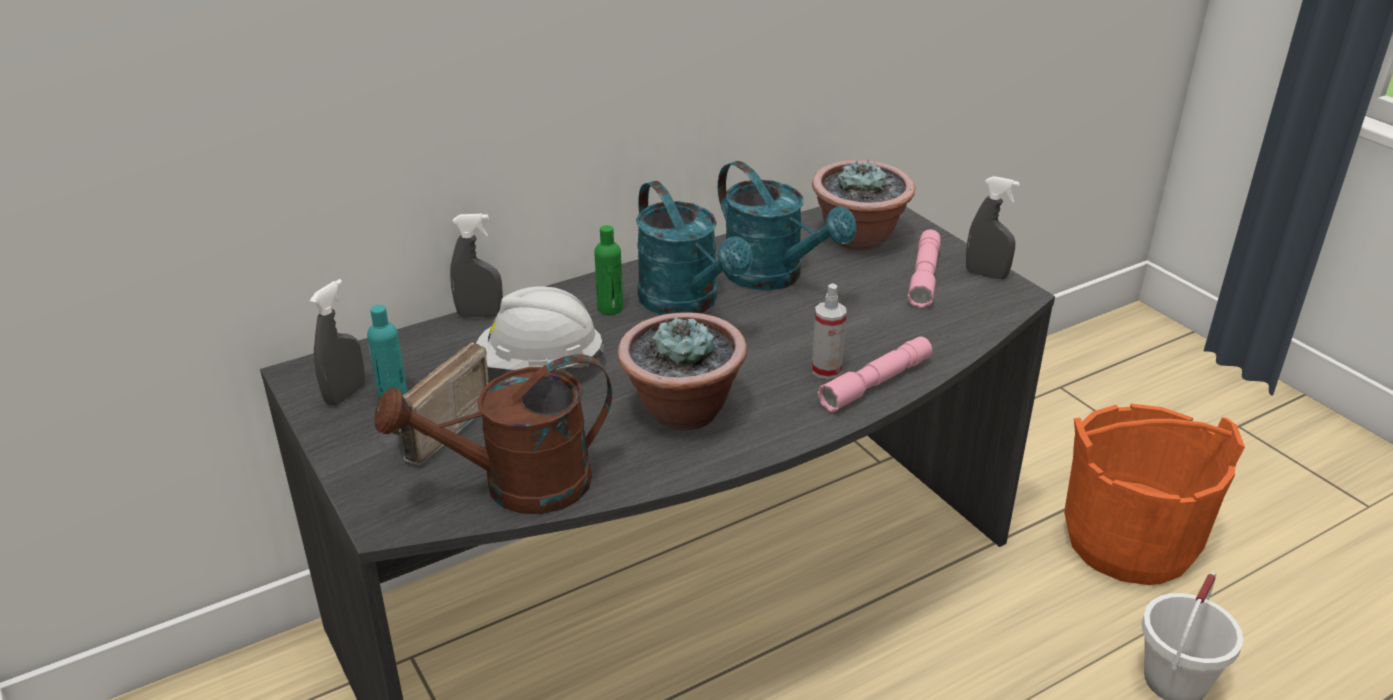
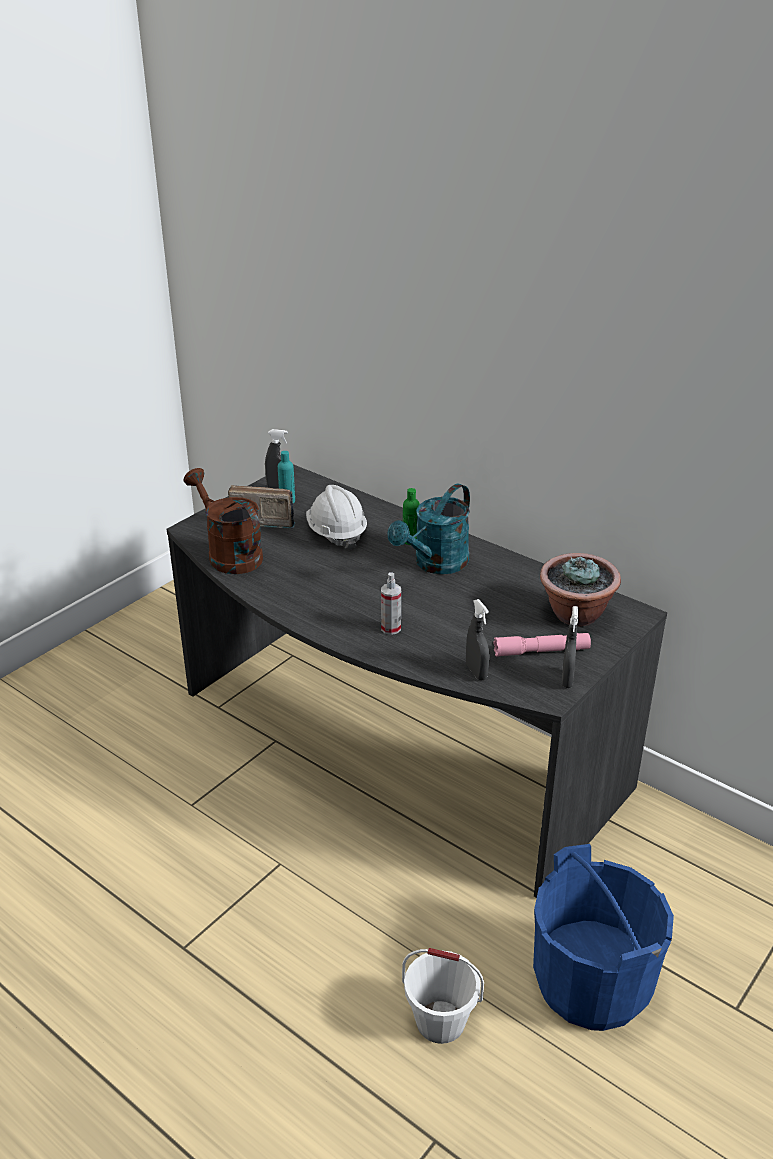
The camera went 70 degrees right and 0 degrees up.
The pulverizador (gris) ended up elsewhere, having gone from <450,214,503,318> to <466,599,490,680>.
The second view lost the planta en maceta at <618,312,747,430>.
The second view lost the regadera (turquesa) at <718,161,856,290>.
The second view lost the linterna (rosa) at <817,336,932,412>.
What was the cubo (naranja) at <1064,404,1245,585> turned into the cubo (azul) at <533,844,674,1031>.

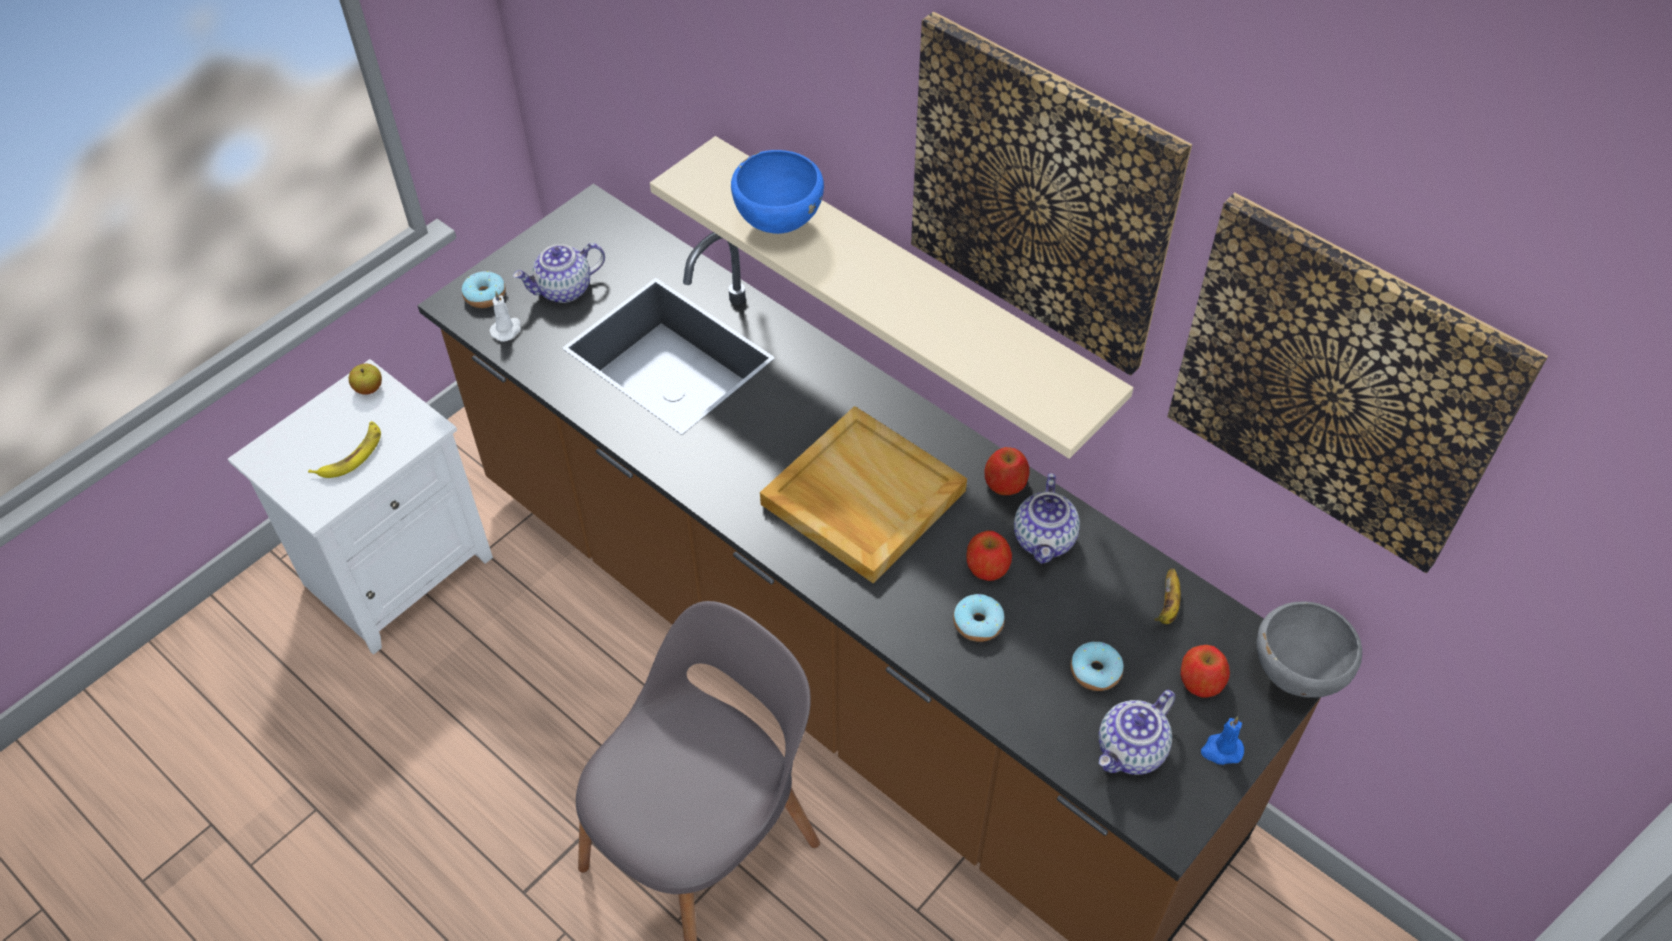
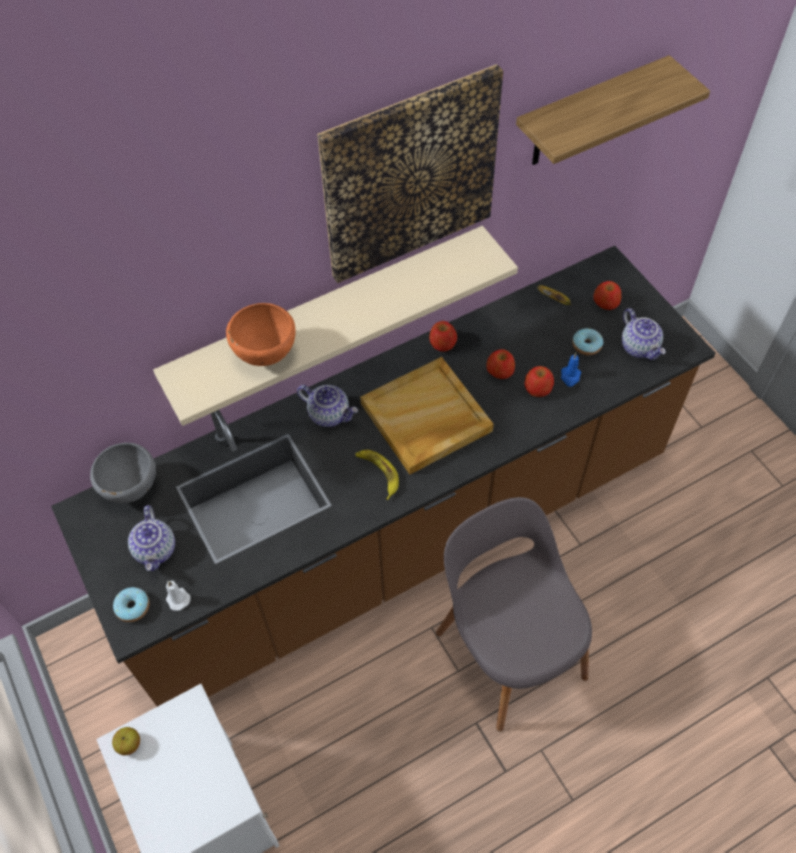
The camera went 70 degrees left and 5 degrees up.
The plátano ended up elsewhere, having gone from <308,421,381,478> to <355,450,399,500>.
What was the cuenco (azul) at <731,150,824,234> turned into the cuenco (naranja) at <226,303,295,366>.
Where the rosquilla stood at <953,594,1005,642>, the manzana came to stand at <524,366,554,397>.
The tetera ended up elsewhere, having gone from <1014,474,1080,564> to <297,385,358,427>.
Where the cuadro hung at <1167,193,1548,573>, the estante came to hang at <516,55,710,165>.
The vela (azul) ended up elsewhere, having gone from <1201,716,1244,765> to <561,353,581,387>.
The cuenco (gris) ended up elsewhere, having gone from <1256,601,1362,698> to <90,443,156,503>.

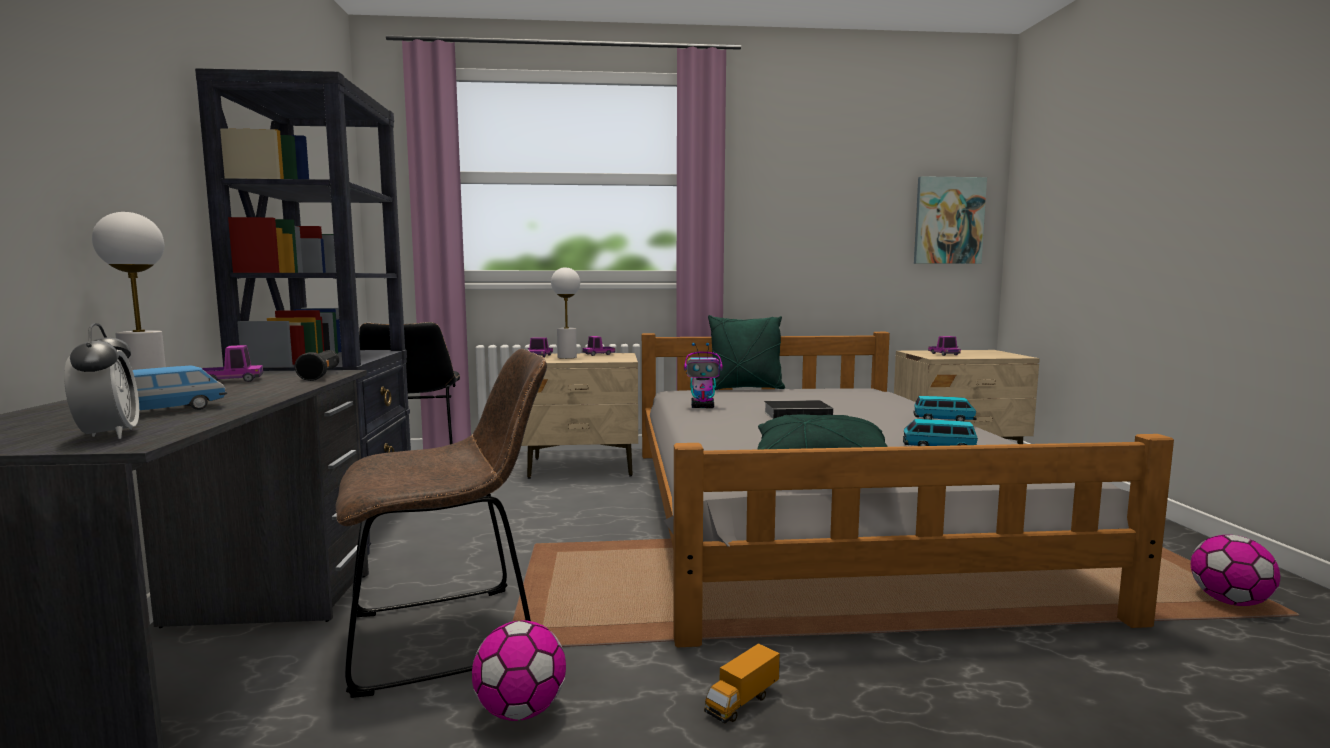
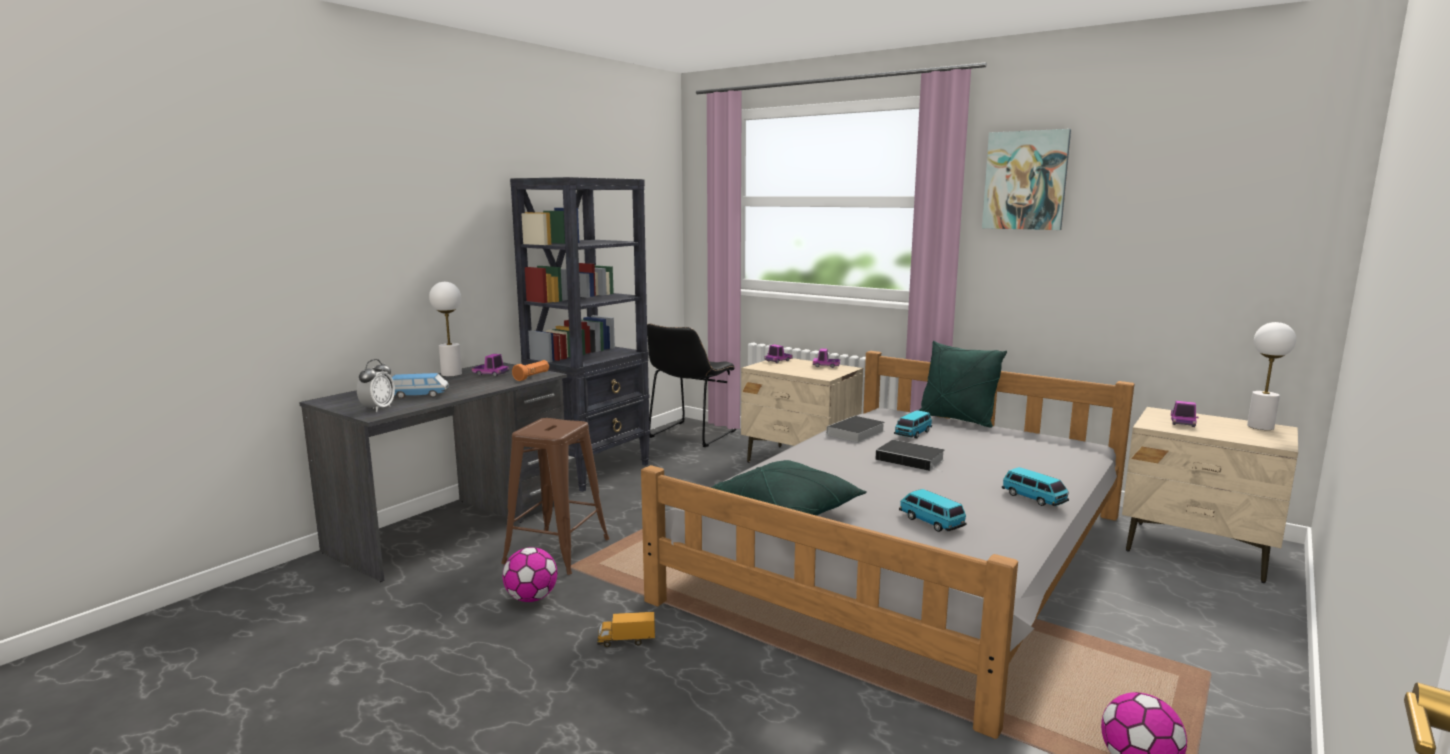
The camera went 40 degrees right and 5 degrees up.
What was the linterna (negro) at <295,350,339,381> turned into the linterna (naranja) at <512,360,549,381>.
Where the silla (marrón) stood at <336,349,547,698>, the taburete (marrón) came to stand at <502,418,610,575>.
The lámpara de mesa (blanco) ended up elsewhere, having gone from <551,267,580,359> to <1247,322,1296,430>.
Where the robot de juguete stood at <684,343,723,408>, the libro came to stand at <823,416,885,443>.
The cuadro ended up elsewhere, having gone from <914,176,987,264> to <982,129,1071,230>.
The second view gained the coche de juguete at <894,410,932,438>.

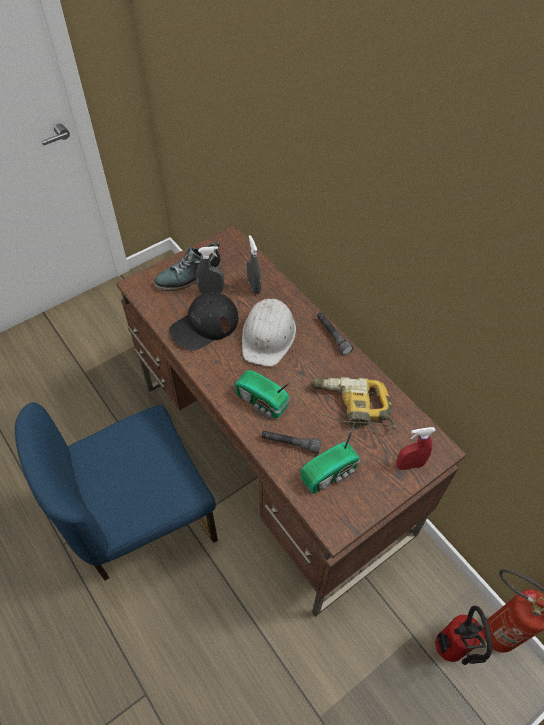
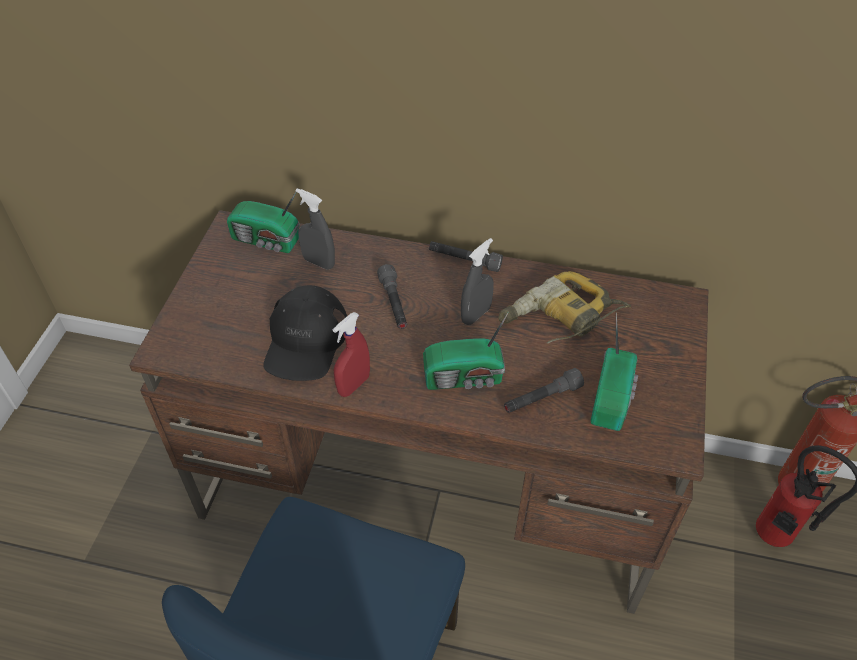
The camera went 40 degrees left and 5 degrees down.
The second view lost the zapato at <154,241,221,291>.
The pulverizador (gris) ended up elsewhere, having gone from <196,246,224,294> to <461,238,494,325>.
Where the casco (blanco) stood at <242,298,296,367>, the linterna (gris) came to stand at <377,264,407,329>.
The pulverizador (rojo) ended up elsewhere, having gone from <396,427,436,470> to <332,312,370,397>.
The second view gained the radio at <227,192,300,253>.

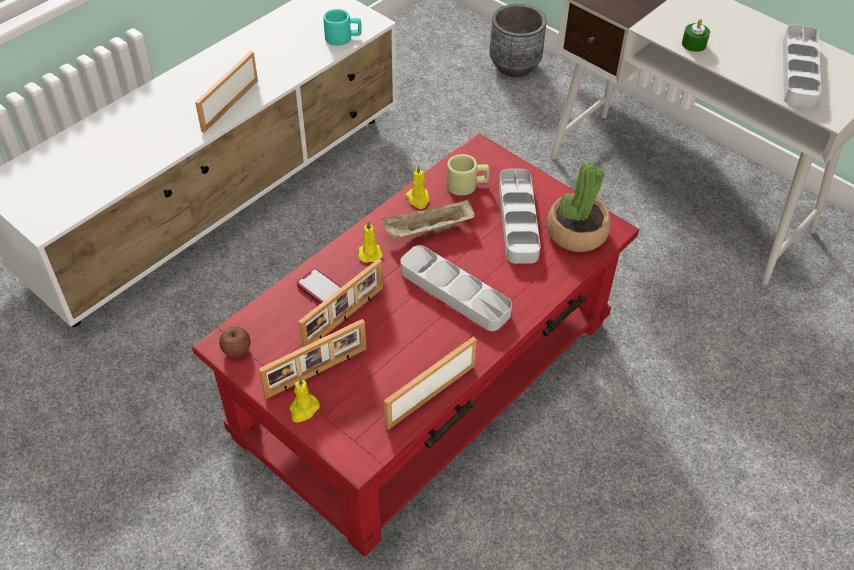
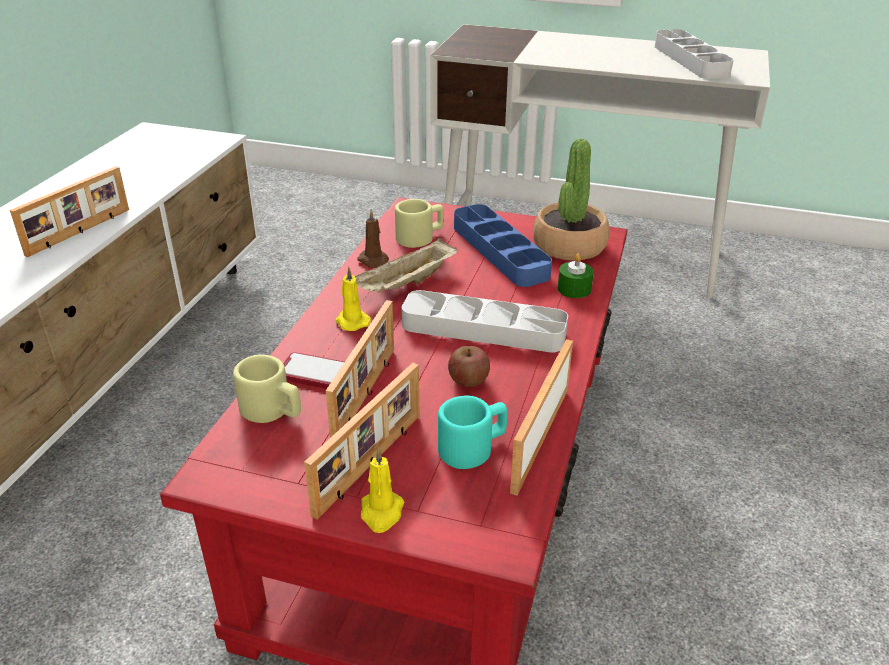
The camera went 25 degrees left and 15 degrees down.
The portarretratos at <195,51,258,133> ended up facing another way, 150 degrees counterclockwise from before.
The manzana ended up elsewhere, having gone from <219,327,250,357> to <448,346,490,387>.
The taza grande (turquesa) ended up elsewhere, having gone from <323,9,362,46> to <438,396,508,469>.
What was the vela (amarillo) at <406,165,430,209> turned into the vela (marrón) at <357,209,389,268>.
The second view lost the maceta (gris) at <489,4,547,77>.
What was the bandeja (gris) at <499,169,541,264> turned into the bandeja (azul) at <454,204,552,287>.
The vela (verde) ended up elsewhere, having gone from <682,19,710,52> to <558,254,594,298>.
The second view gained the taza grande (beis) at <233,355,301,423>.

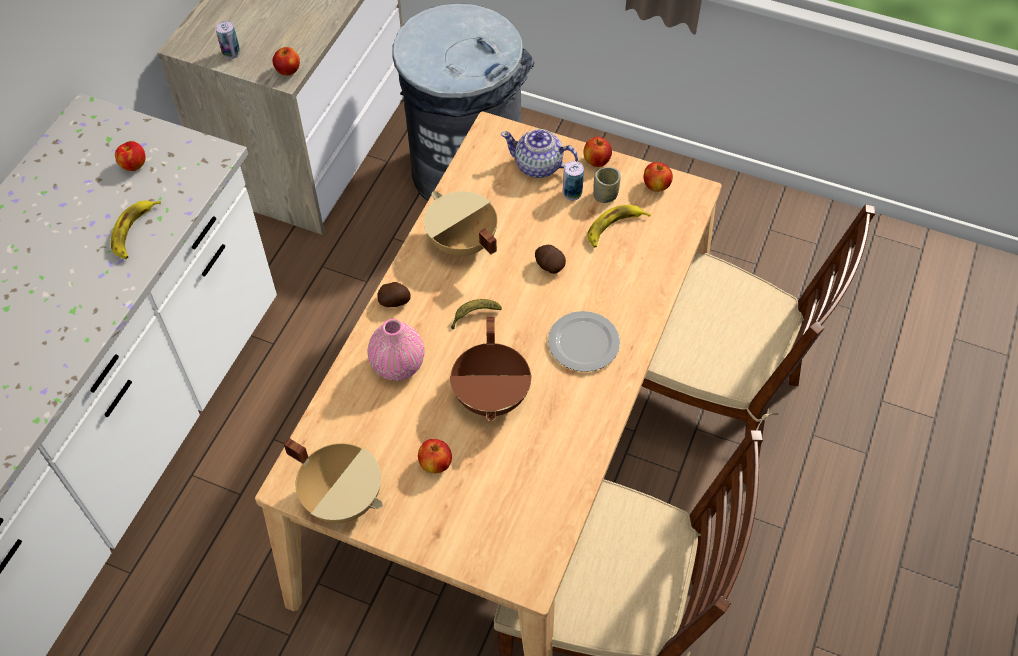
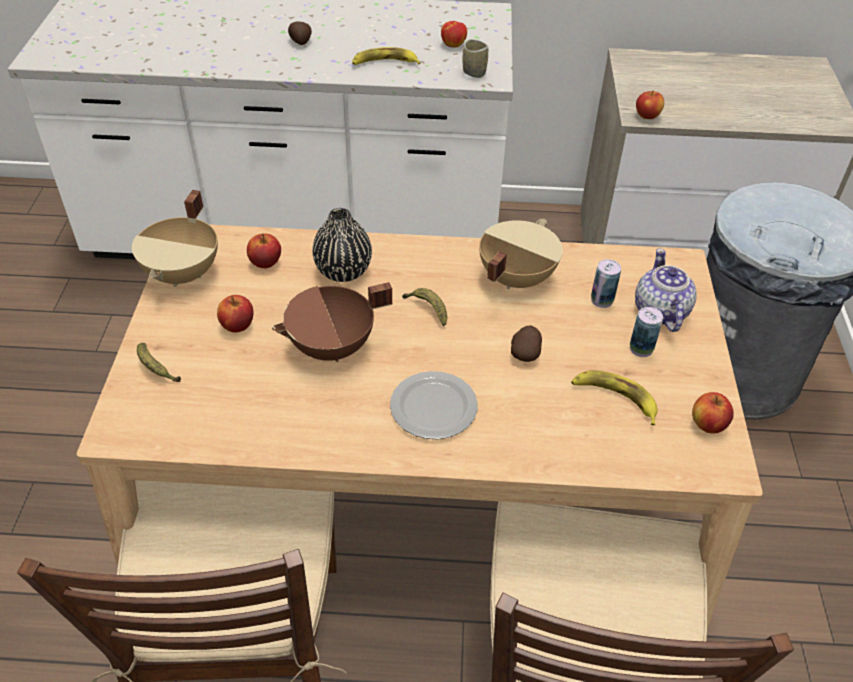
The camera went 70 degrees right and 10 degrees down.
The lata ended up elsewhere, having gone from <216,21,240,59> to <591,259,621,308>.
What was the florero (rosa) at <368,319,424,381> turned into the florero (negro) at <312,208,372,282>.
The patata ended up elsewhere, having gone from <377,282,411,307> to <288,22,312,45>.
The manzana ended up elsewhere, having gone from <583,137,612,167> to <247,234,281,268>.
The taza ended up elsewhere, having gone from <594,167,621,203> to <462,39,488,78>.
The second view gained the plátano at <137,343,181,382>.

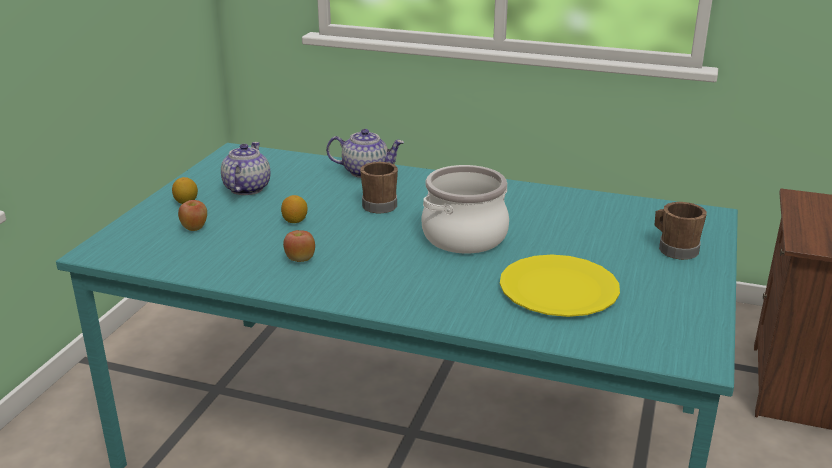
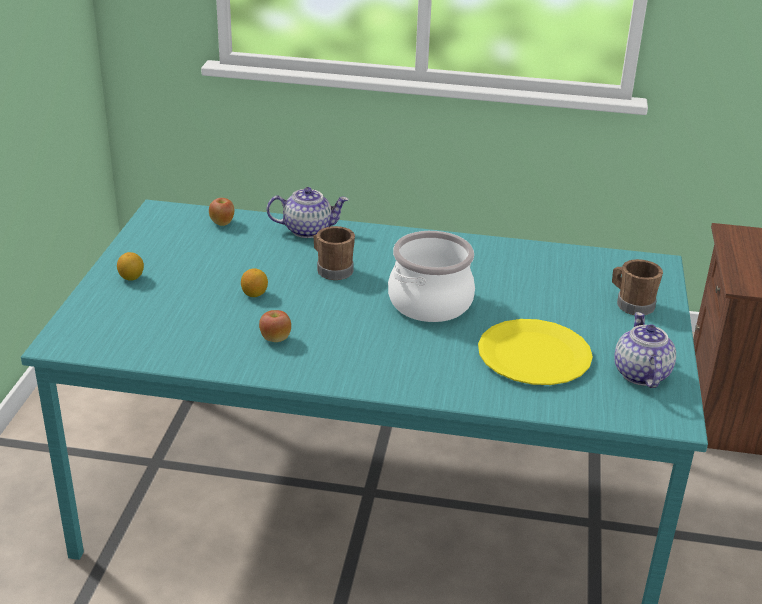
The camera went 10 degrees left and 5 degrees up.
The manzana ended up elsewhere, having gone from <178,200,207,231> to <209,198,234,226>.
The tetera ended up elsewhere, having gone from <221,142,271,195> to <614,312,676,388>.

